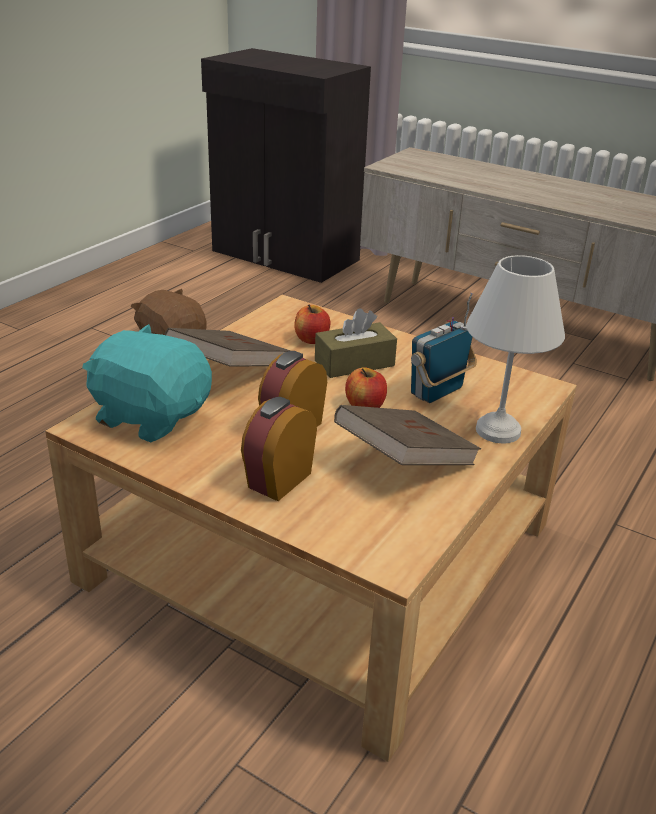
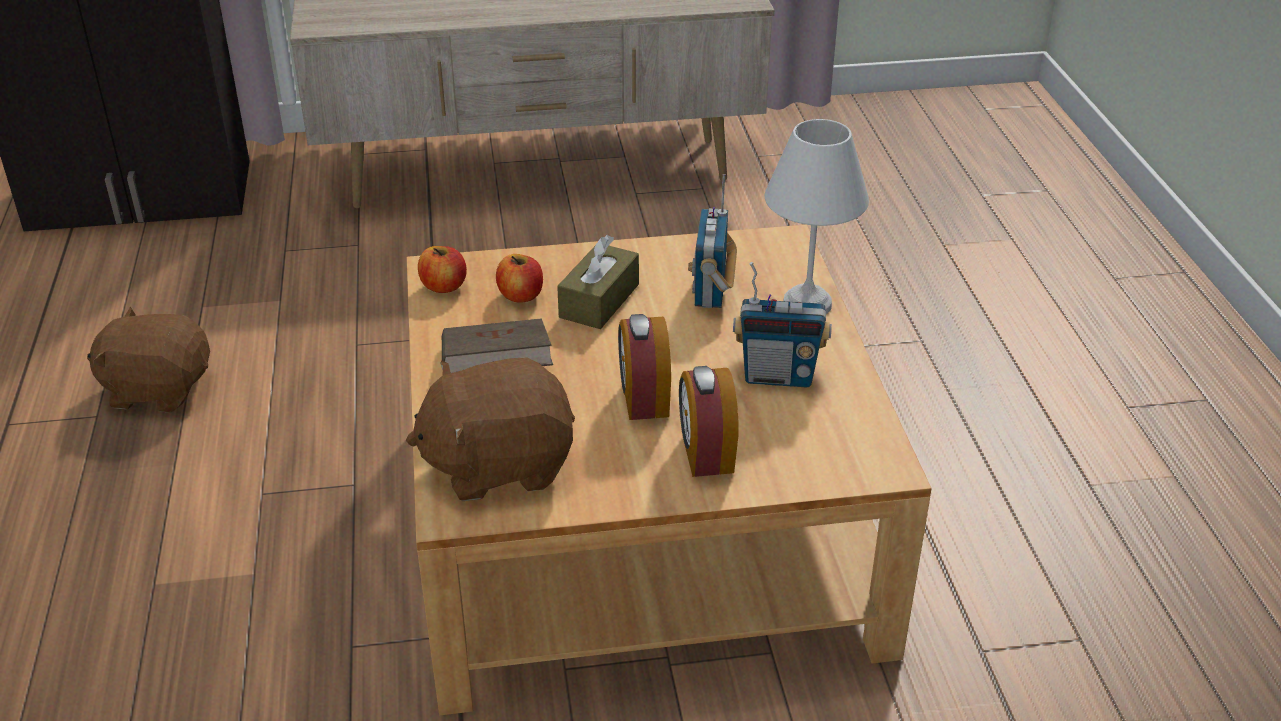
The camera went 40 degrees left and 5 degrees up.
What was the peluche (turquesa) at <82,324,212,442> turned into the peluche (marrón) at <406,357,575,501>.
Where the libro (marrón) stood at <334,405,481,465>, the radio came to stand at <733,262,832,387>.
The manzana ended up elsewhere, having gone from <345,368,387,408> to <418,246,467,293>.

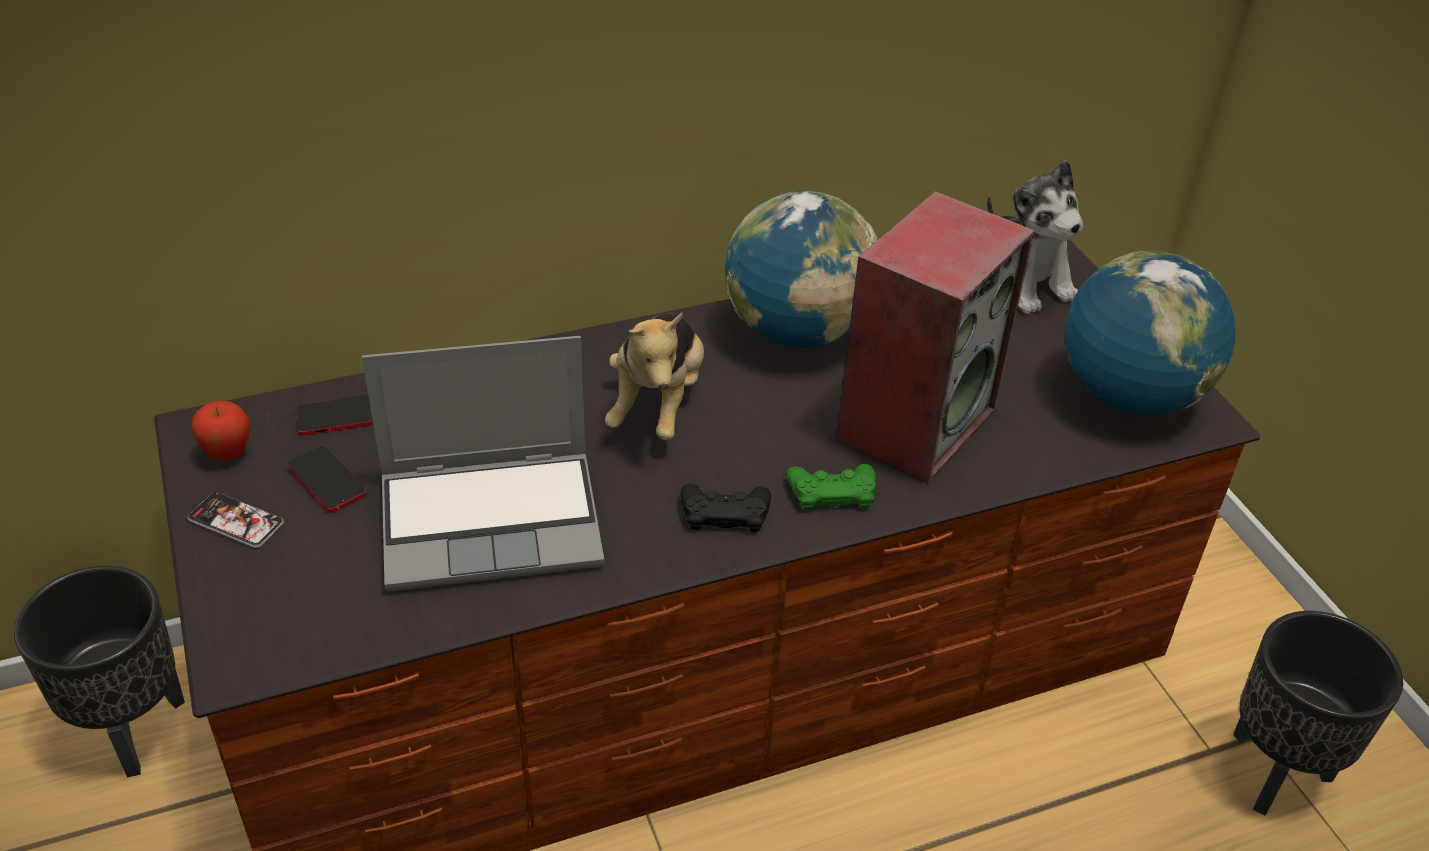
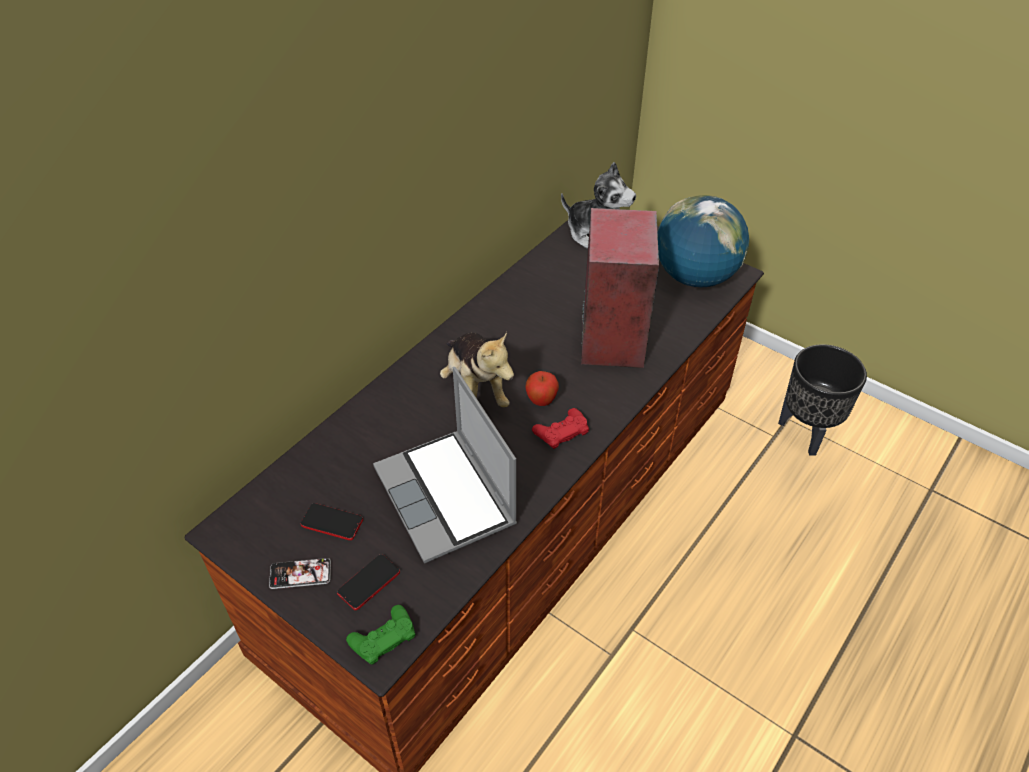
The camera went 30 degrees left and 5 degrees up.
The second view lost the maceta (negro) at <14,566,185,778>.
The manzana ended up elsewhere, having gone from <191,401,250,461> to <526,371,559,406>.
The móvil ended up elsewhere, having gone from <296,395,373,435> to <337,554,400,610>.
The portátil at <362,336,605,591> ended up facing another way, 105 degrees clockwise from before.
What was the mando de consola (negro) at <680,484,771,532> turned into the mando de consola (rojo) at <532,408,589,449>.
The second view lost the globo terráqueo at <725,190,877,348>.
The mando de consola (verde) ended up elsewhere, having gone from <787,464,876,511> to <346,605,416,665>.

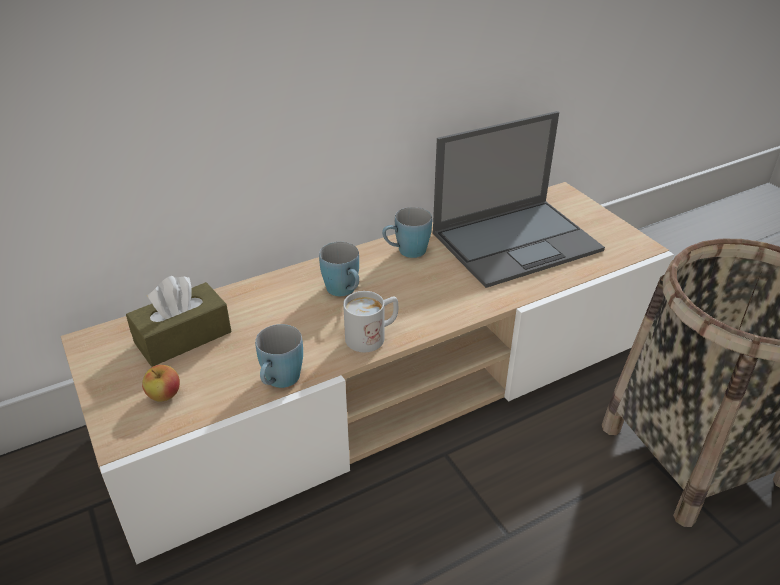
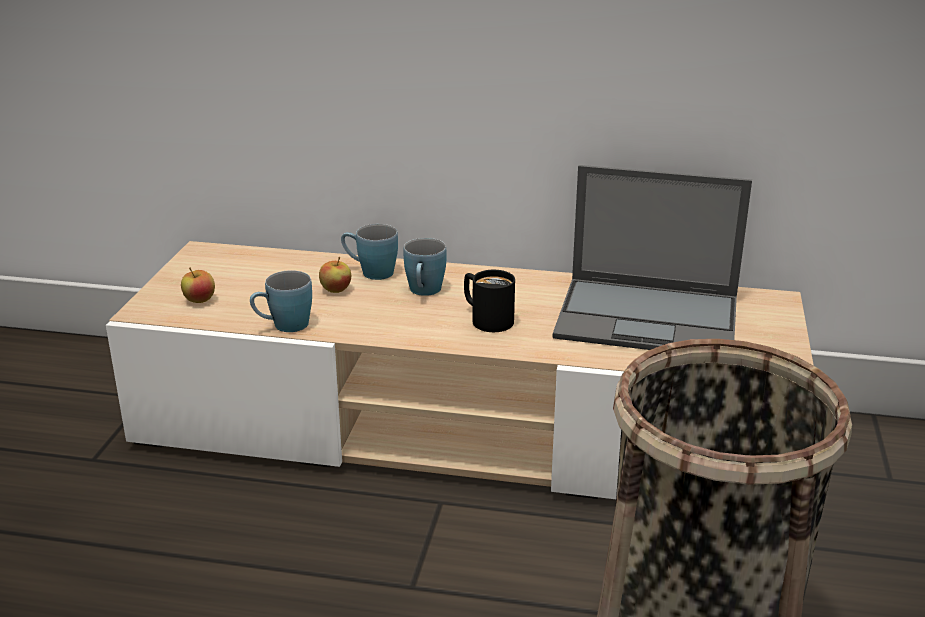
The camera went 40 degrees right and 10 degrees down.
The second view lost the caja de pañuelos (marrón) at <126,276,231,367>.
The second view lost the taza grande (blanco) at <343,291,398,352>.
The taza grande (azul) ended up elsewhere, having gone from <382,207,432,258> to <341,224,398,280>.
The second view gained the manzana at <319,257,351,293>.
The second view gained the taza grande (negro) at <464,270,515,332>.

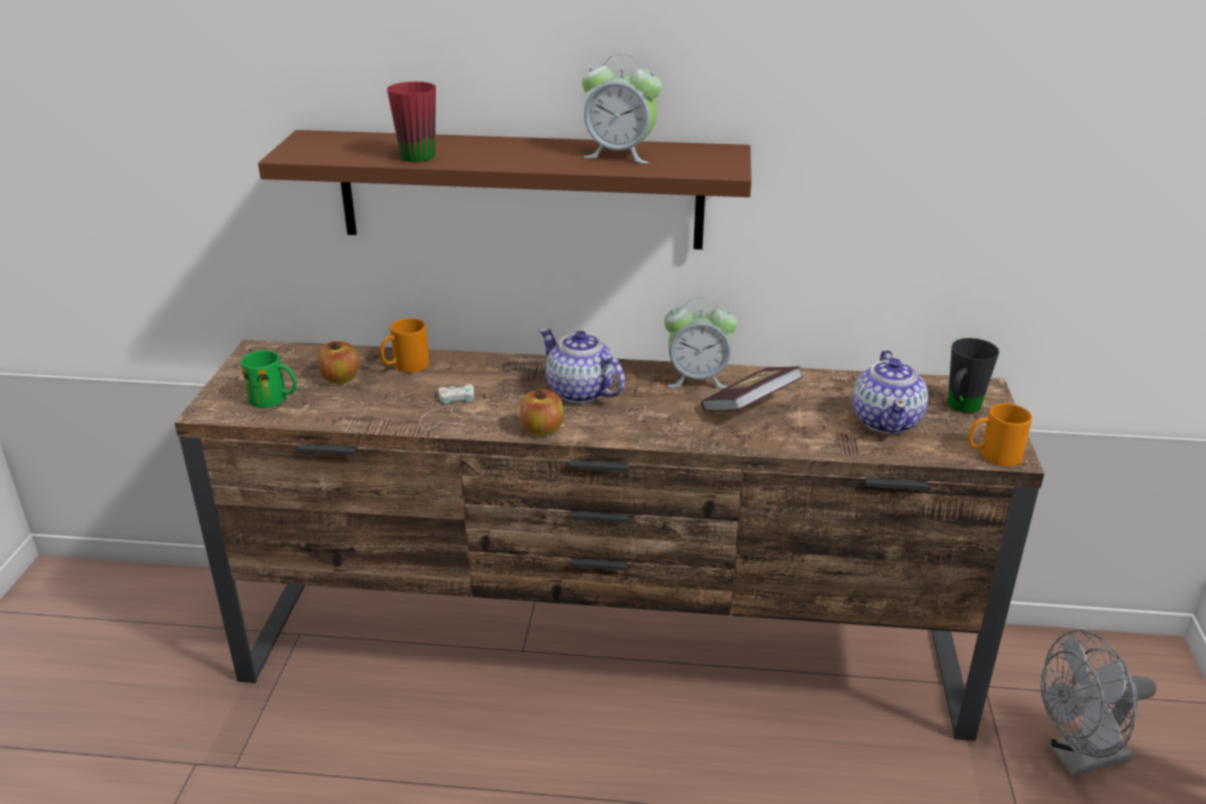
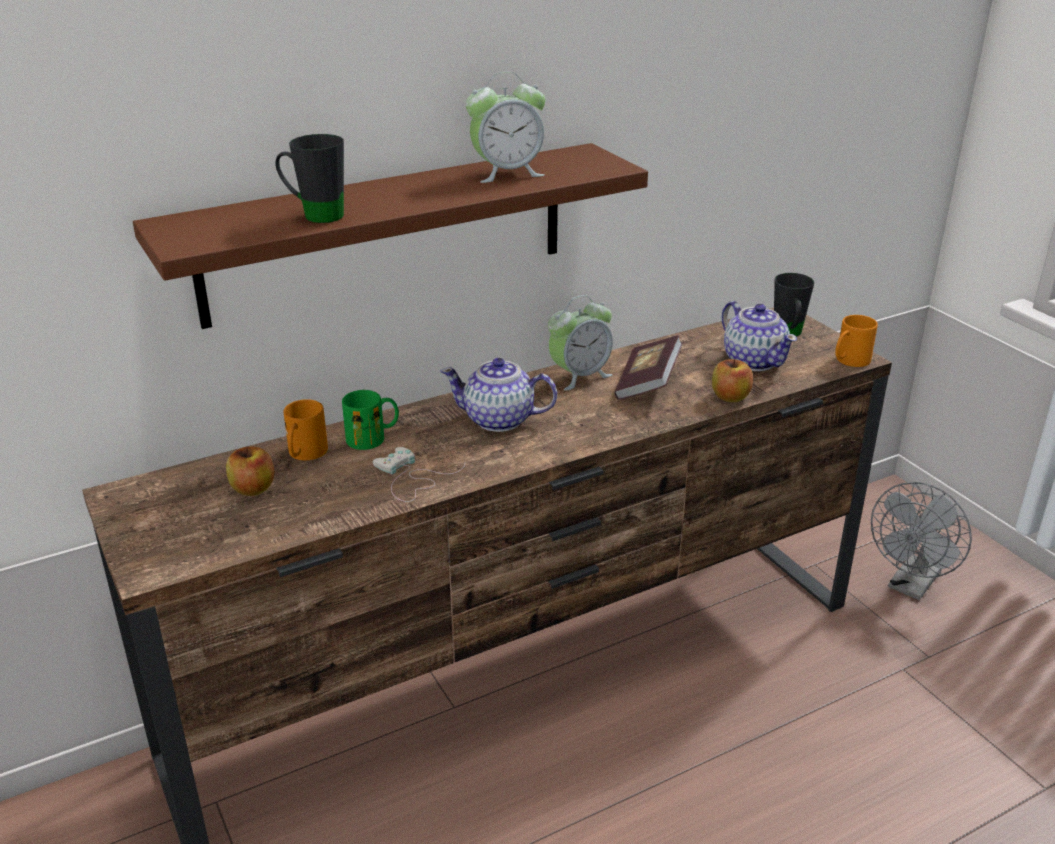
The camera went 35 degrees left and 0 degrees up.
The taza grande (verde) ended up elsewhere, having gone from <241,350,297,408> to <342,390,399,450>.
What was the taza grande (rojo) at <387,82,436,162> turned into the taza grande (negro) at <275,134,344,223>.
The manzana ended up elsewhere, having gone from <520,389,564,436> to <712,359,753,402>.

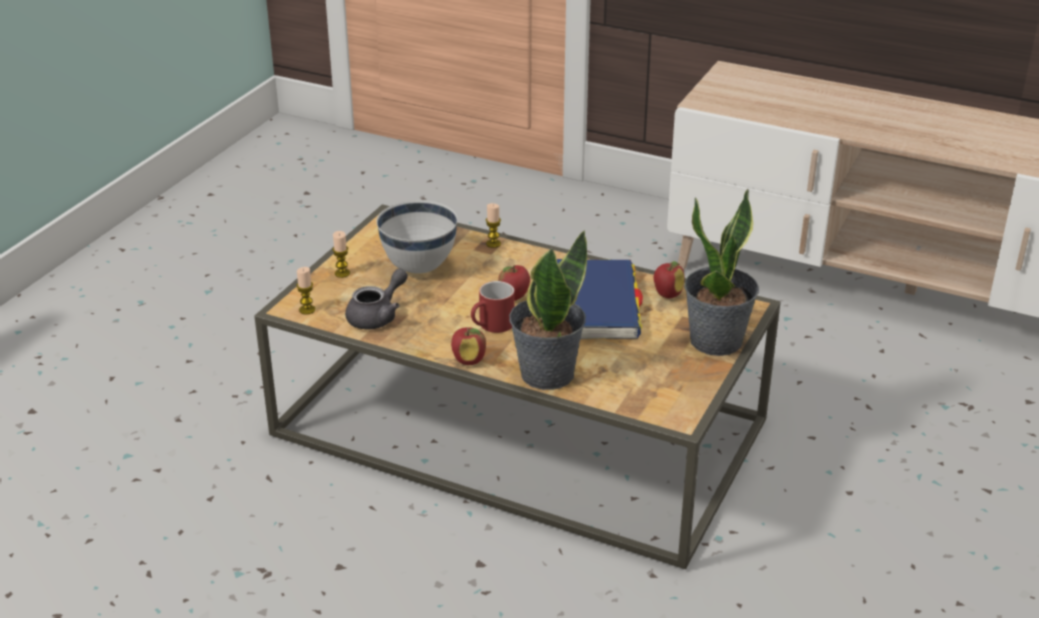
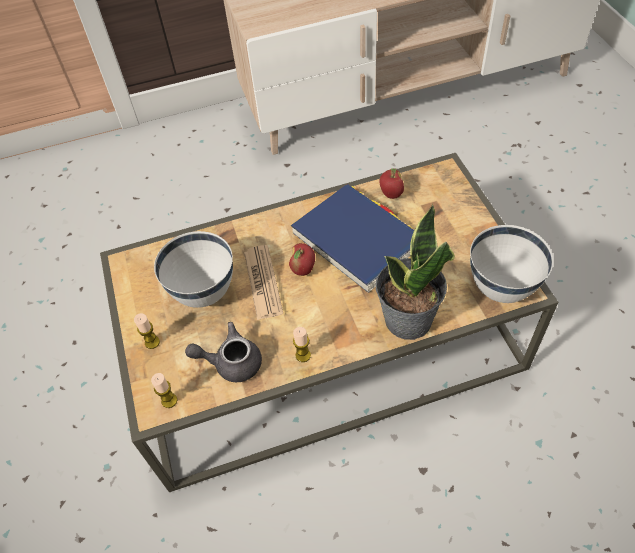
The camera went 40 degrees left and 20 degrees up.
The tetera (gris) at <345,268,408,329> ended up facing another way, 90 degrees counterclockwise from before.
The second view lost the manzana at <451,327,486,365>.
The second view lost the taza grande (rojo) at <471,281,515,333>.
The vela ended up elsewhere, having gone from <486,203,501,248> to <293,327,311,362>.
The second view lost the planta en maceta at <684,189,759,356>.
The second view gained the periódico at <244,245,283,320>.
The second view gained the cuenco (blanco) at <470,225,553,303>.

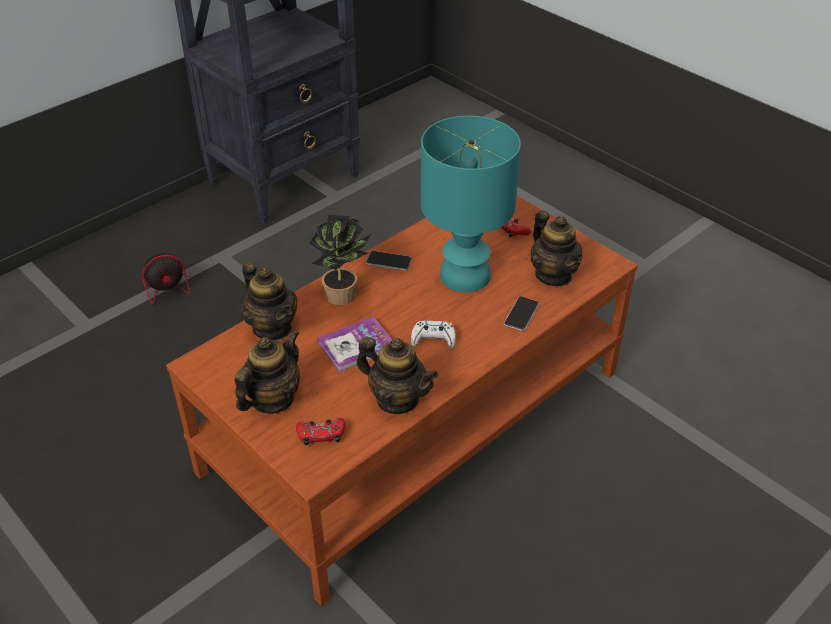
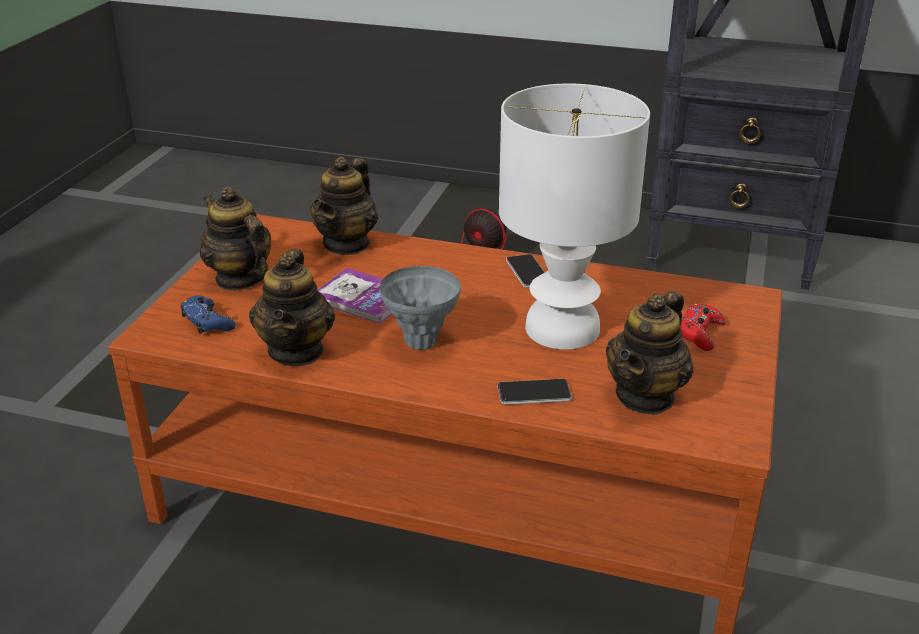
The camera went 60 degrees right and 10 degrees down.
The tetera at <234,330,300,414> ended up facing another way, 135 degrees counterclockwise from before.
What was the mando de consola (rojo) at <296,418,345,445> turned into the mando de consola (azul) at <180,295,236,334>.
The second view lost the planta en maceta at <309,215,371,306>.
Where the mando de consola (blanco) stood at <411,320,456,348>, the florero (gris) came to stand at <380,266,461,350>.
What was the lámpara de mesa (turquesa) at <421,116,521,292> turned into the lámpara de mesa (blanco) at <499,84,650,350>.

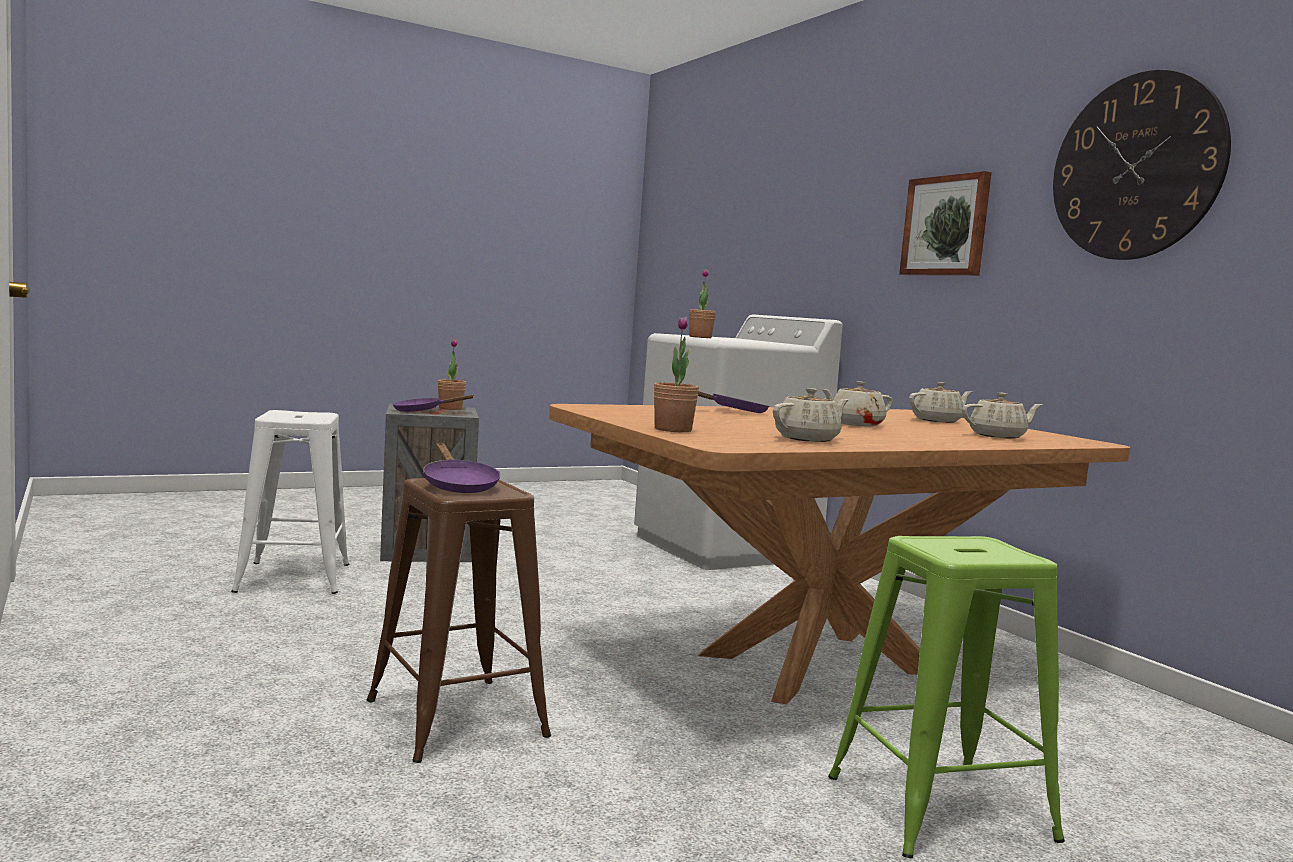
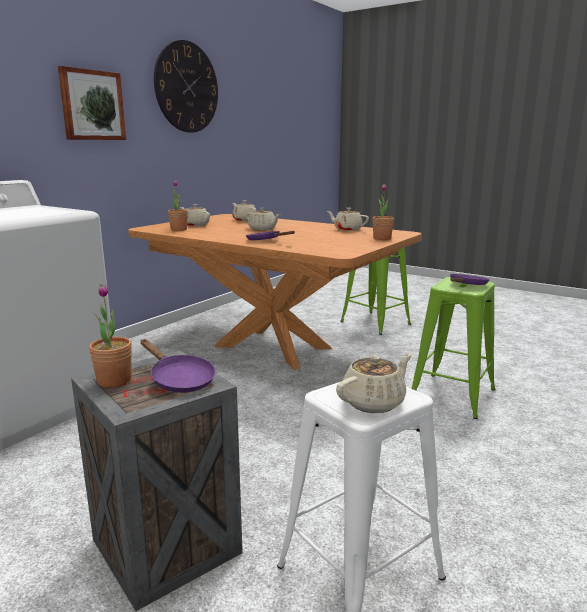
The camera went 115 degrees left and 10 degrees up.
What was the taburete (marrón) at <367,478,551,763> turned into the taburete (verde) at <412,277,495,419>.
The planta en maceta ended up elsewhere, having gone from <689,269,716,338> to <168,180,188,231>.
The second view gained the tetera (beis) at <336,353,412,413>.

